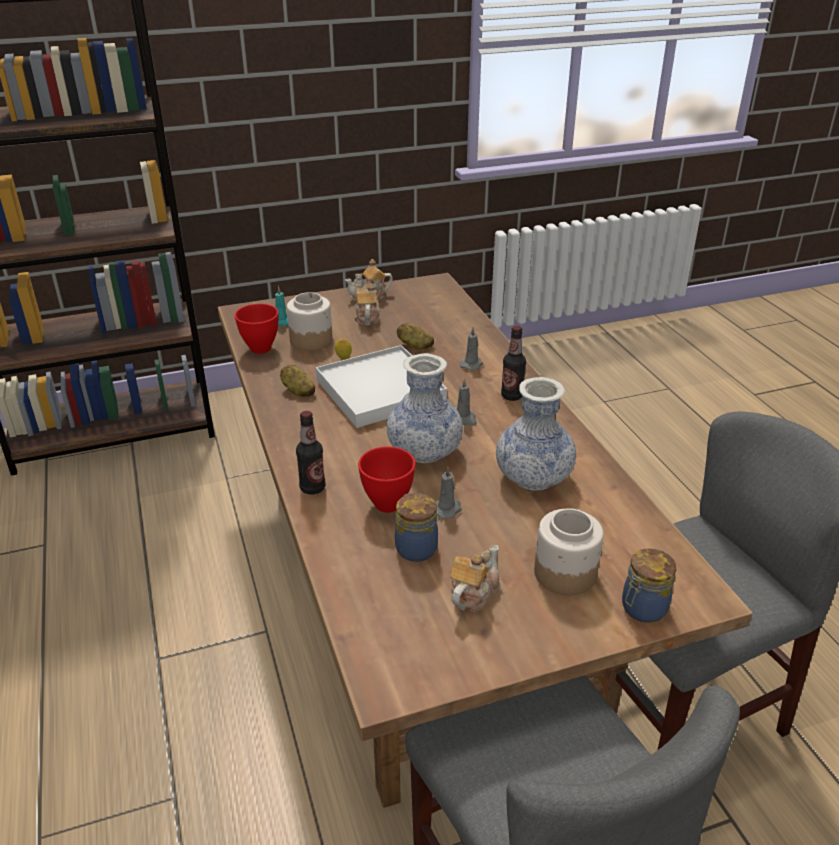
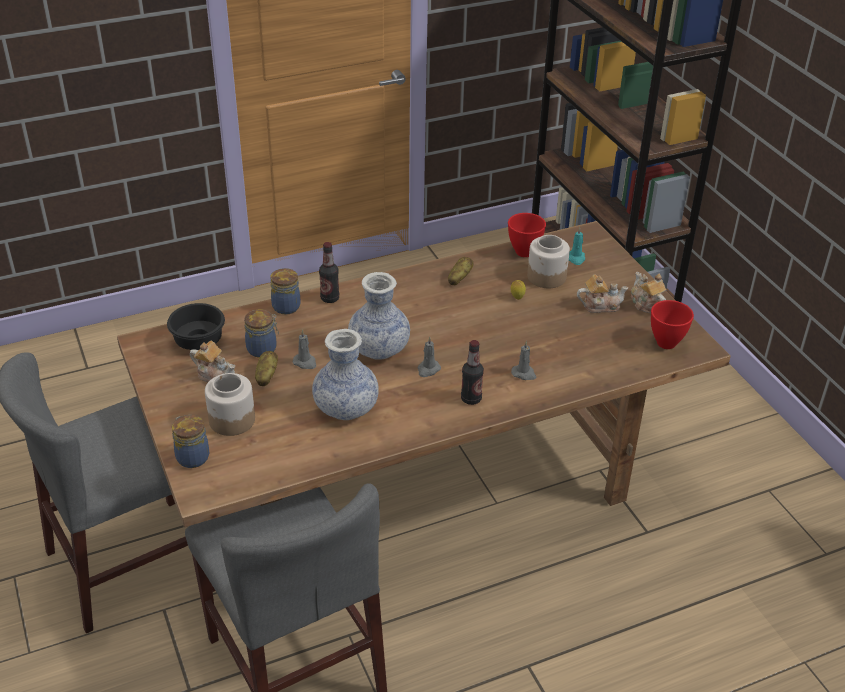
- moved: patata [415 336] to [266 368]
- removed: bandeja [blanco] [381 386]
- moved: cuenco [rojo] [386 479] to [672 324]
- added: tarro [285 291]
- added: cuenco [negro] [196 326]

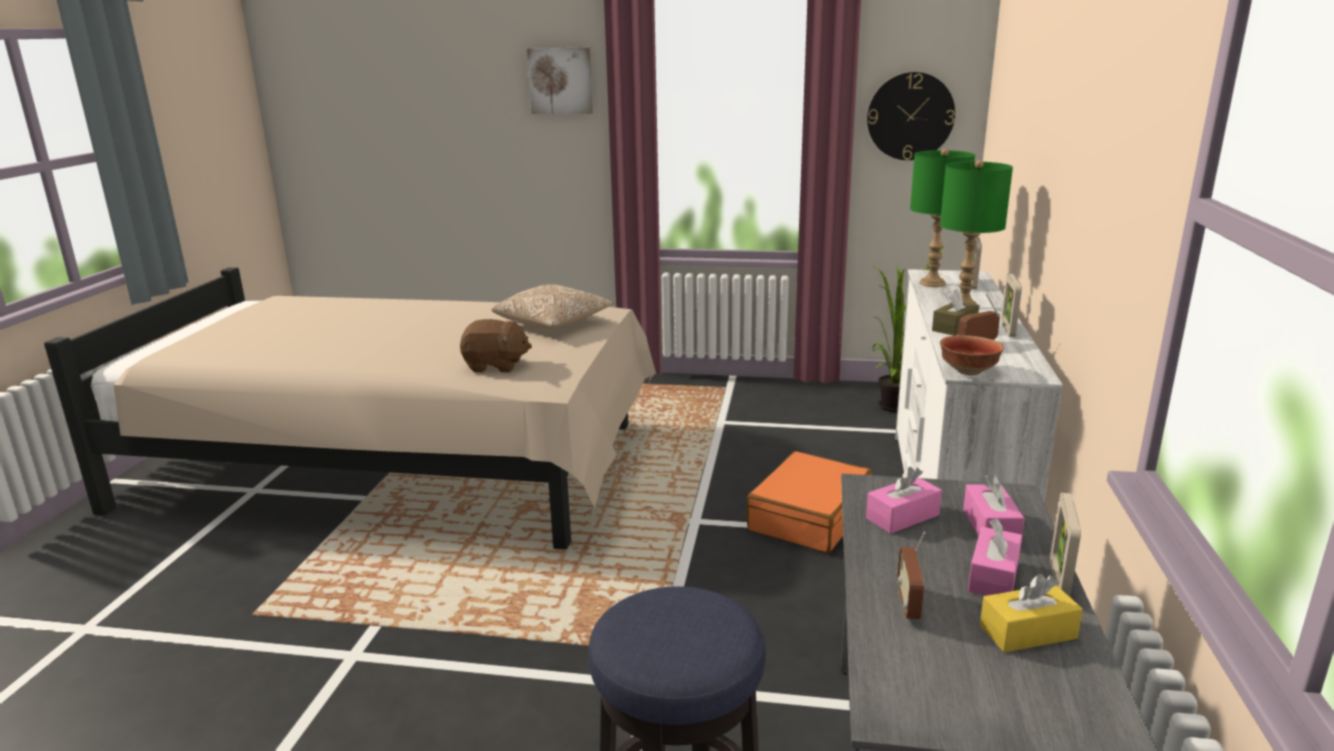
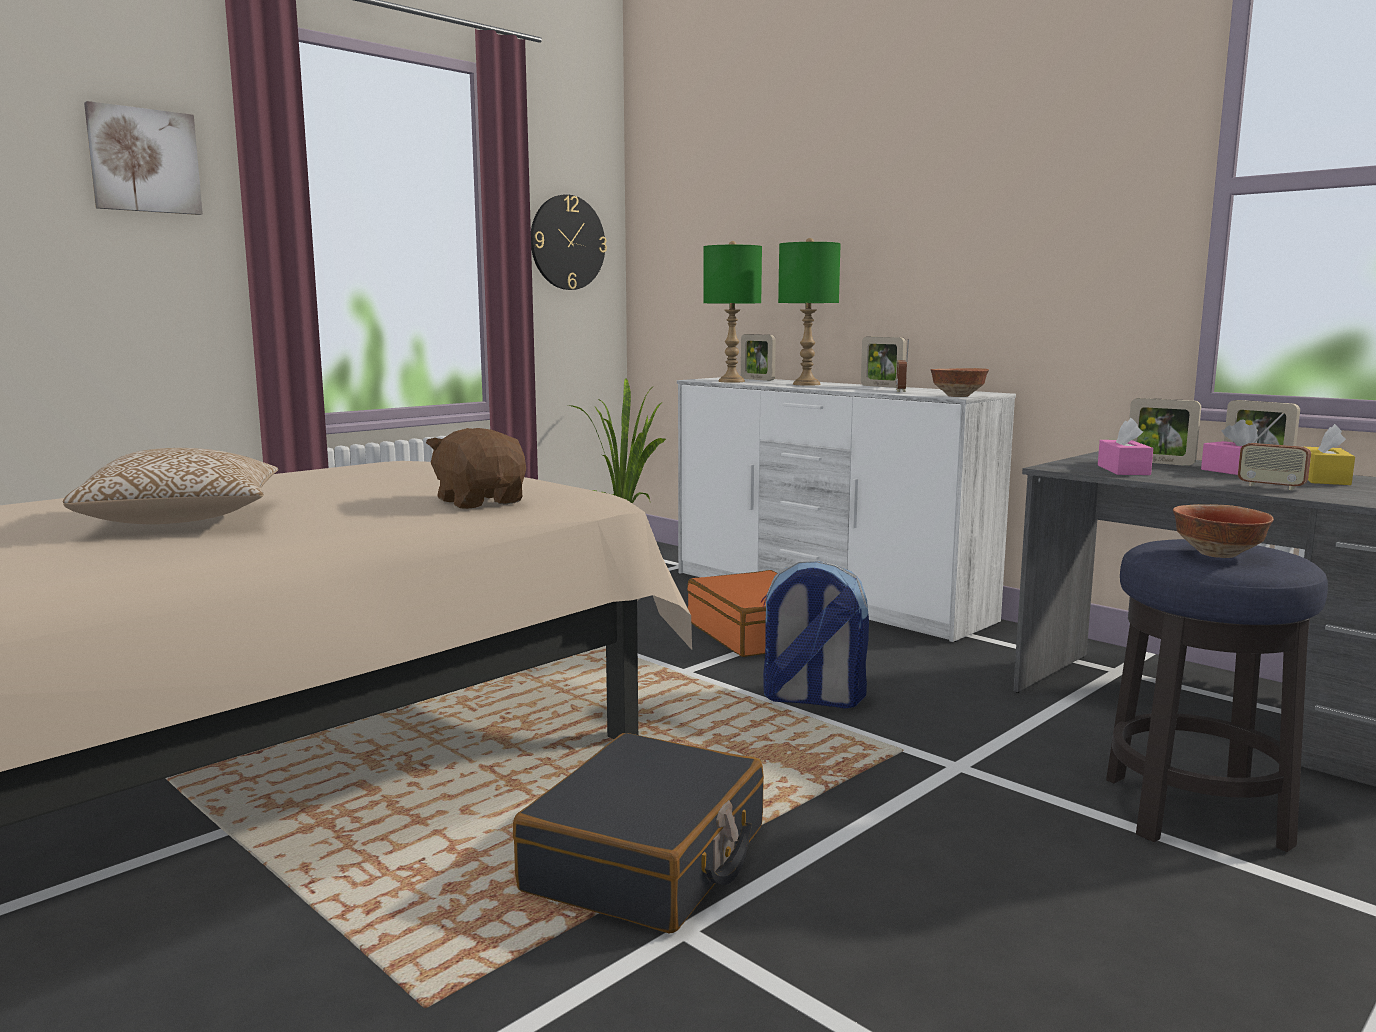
- moved: cojín [552 306] to [170 486]
- removed: caja de pañuelos [marrón] [955 312]
- turned: peluche [marrón] [496 346] = [476 468] 75 degrees counterclockwise
- replaced: caja de pañuelos [rosa] [994 505] to portarretratos [1165 432]
- added: cuenco [1223 531]
- added: mochila [815 635]
- added: maleta [negro] [638 833]

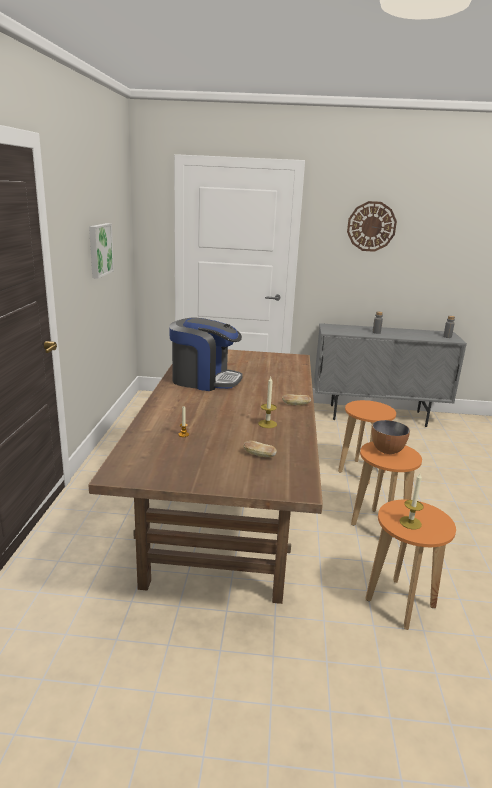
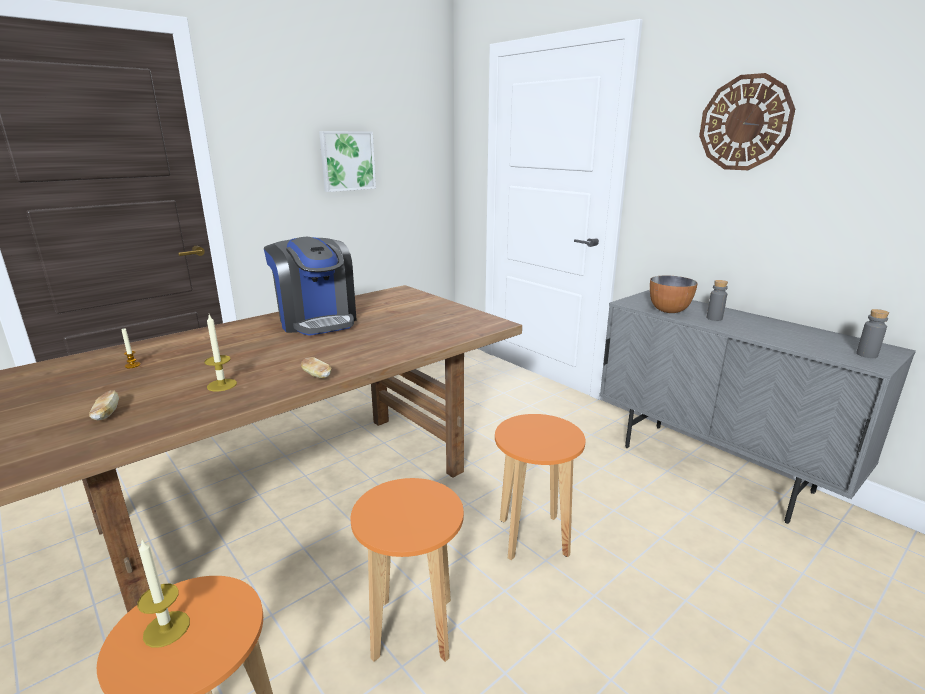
- moved: cuenco [391 437] to [674 294]

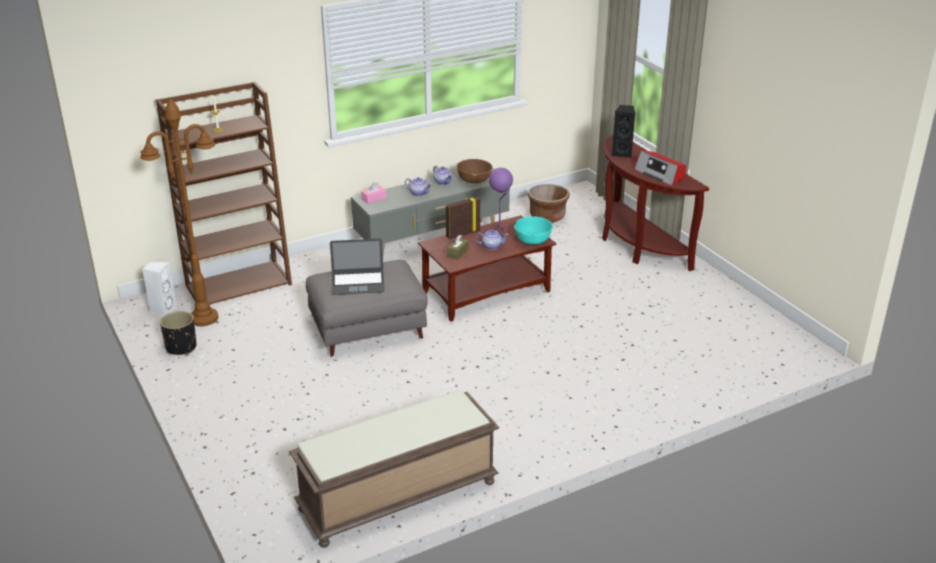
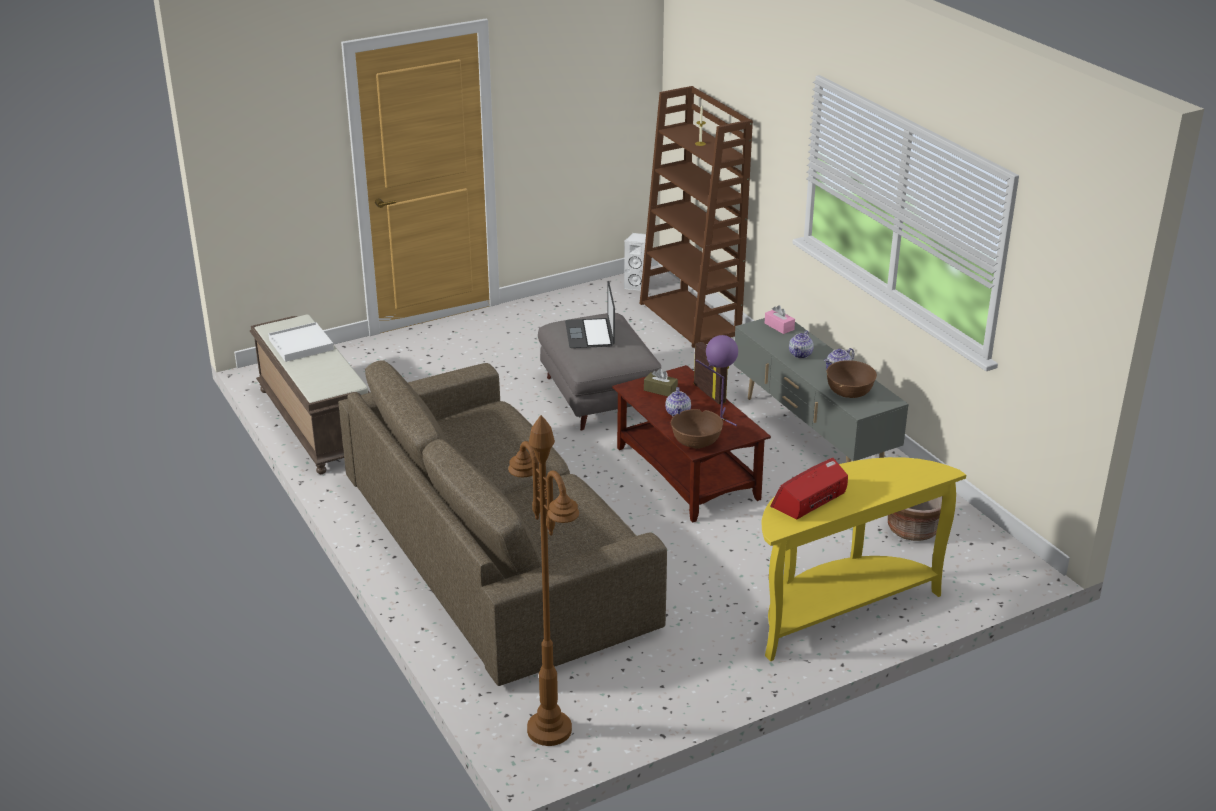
- moved: lámpara de pie [marrón] [179 212] to [543 580]
- removed: altavoz [negro] [624 131]
- recoloured: mesa consola [marrón] [655 203] to mesa consola [amarillo] [863 559]
- recoloured: cuenco [turquesa] [533 230] to cuenco [marrón] [697 429]
- removed: maceta [negro] [178 333]
- added: bandeja [blanco] [301 342]
- added: sofá [marrón] [502 523]

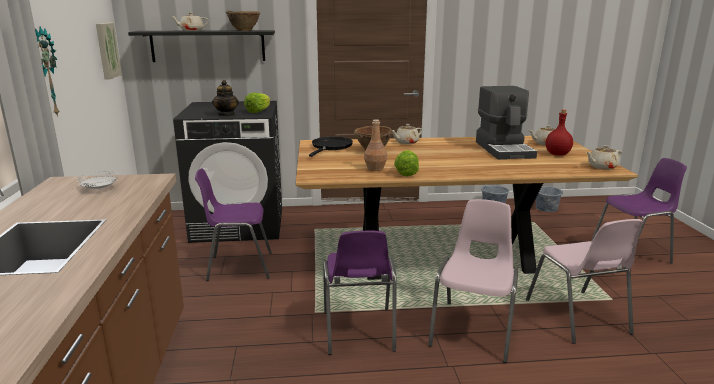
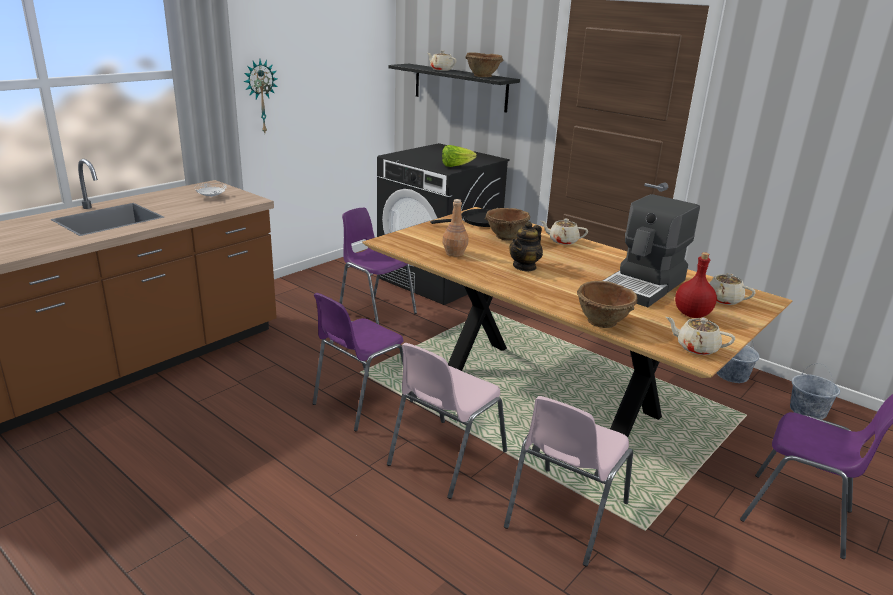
- removed: cuadro [109 51]
- moved: tetera [225 98] to [526 246]
- removed: lechuga [406 163]
- turned: silla [rosa] [473 281] = [447 421] 150 degrees clockwise
- added: cuenco [marrón] [607 304]

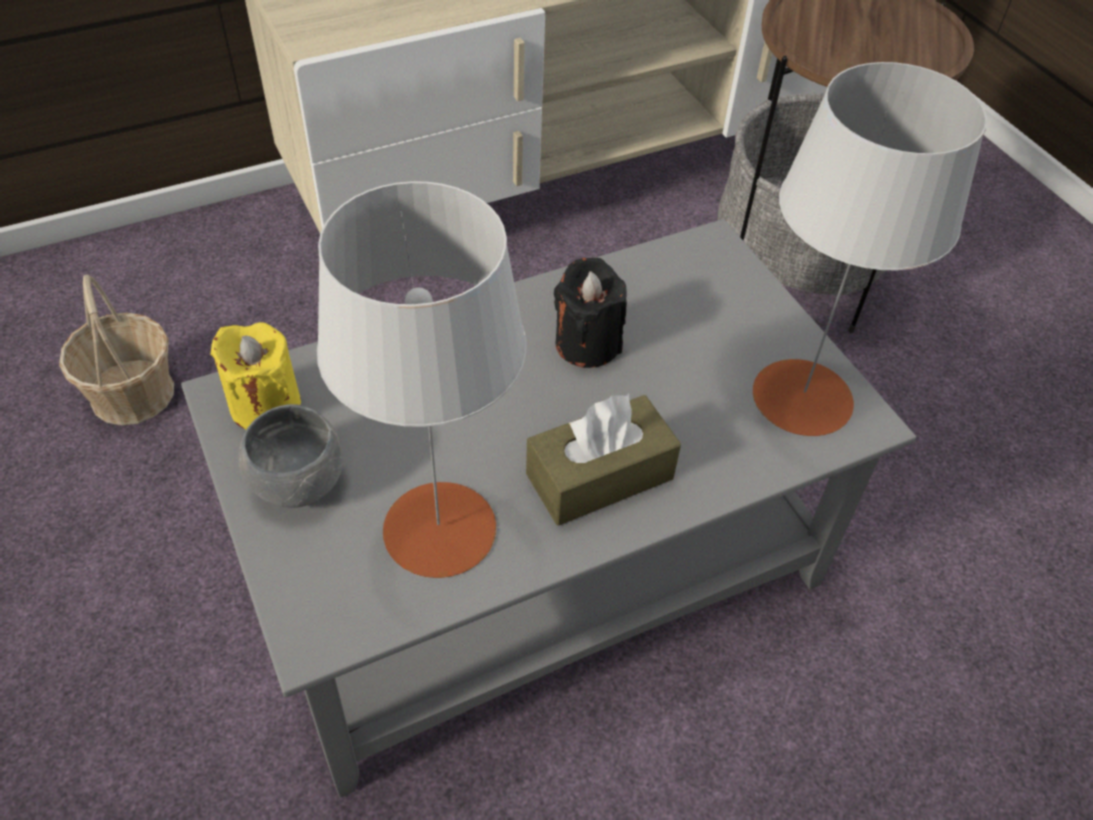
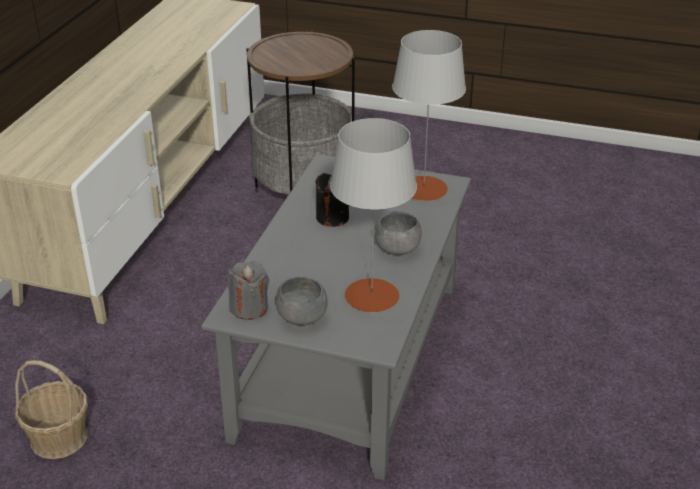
- recoloured: vela [amarillo] [255 376] to vela [gris] [248 290]
- replaced: caja de pañuelos [marrón] [603 459] to cuenco [gris] [398 233]

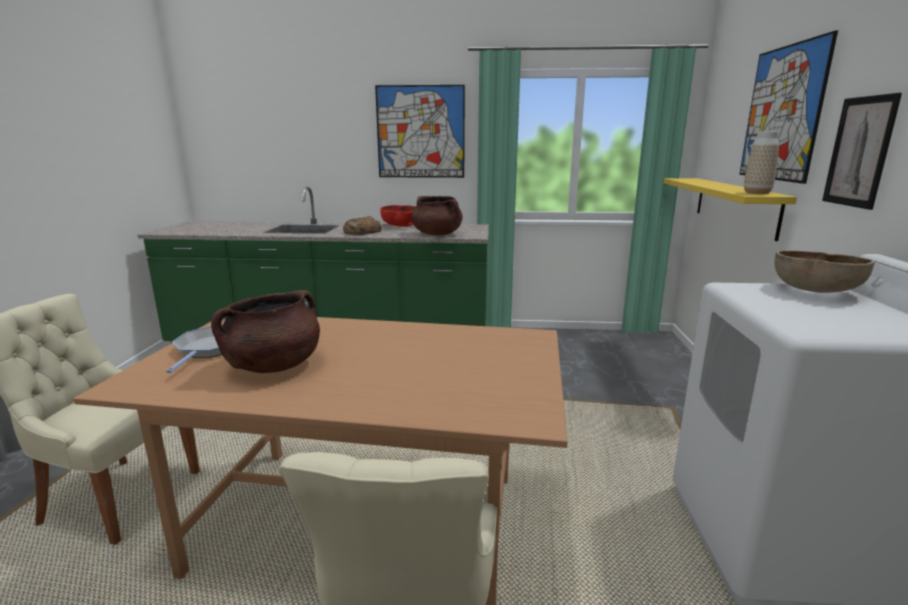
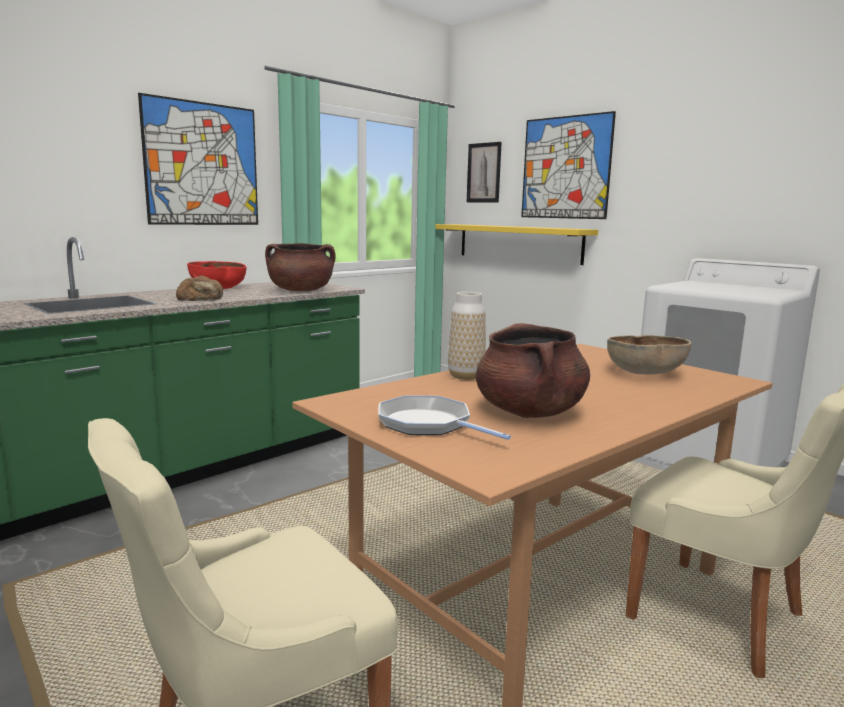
- moved: cuadro [862 151] to [484 172]
- moved: florero [761 162] to [467 336]
- moved: cuenco [marrón] [824 271] to [649 355]

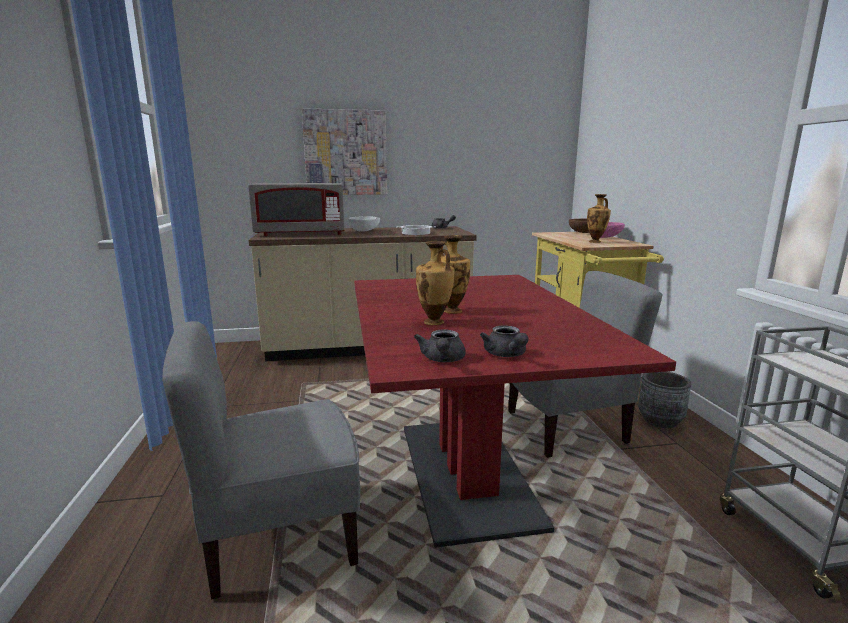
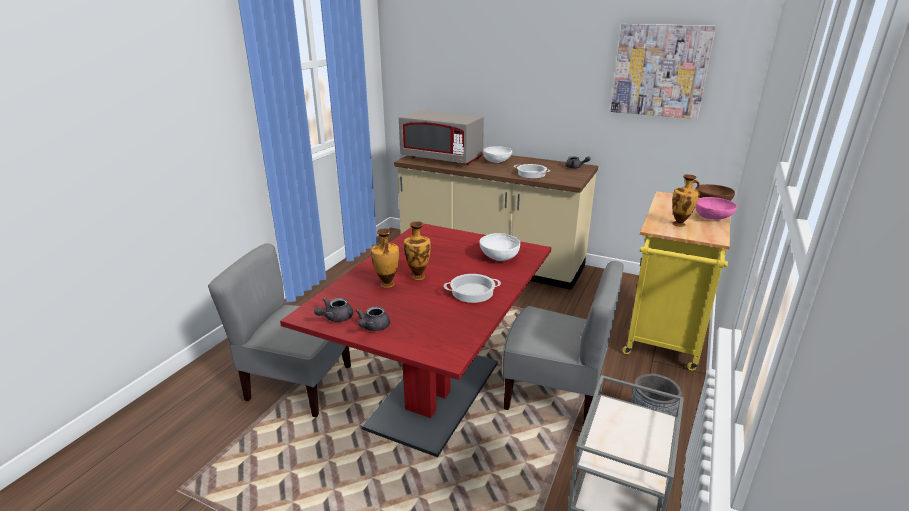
- moved: cuadro [344 151] to [663 71]
- added: cuenco [blanco] [499 247]
- added: olla [472 288]

